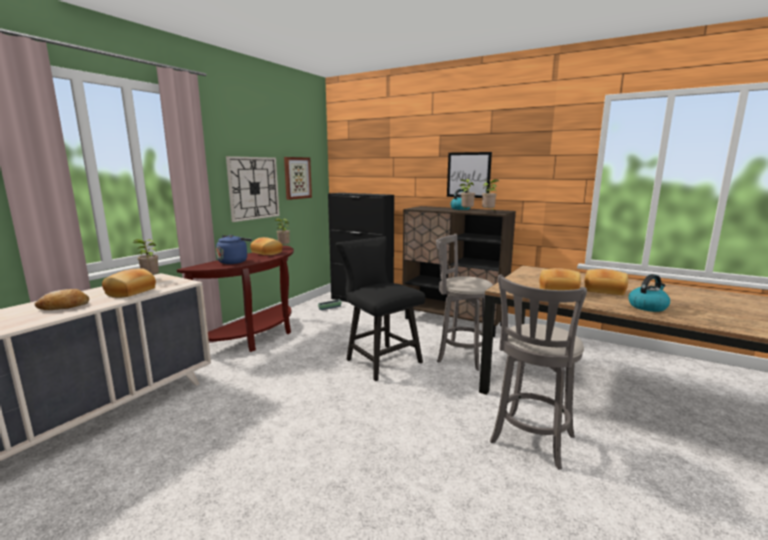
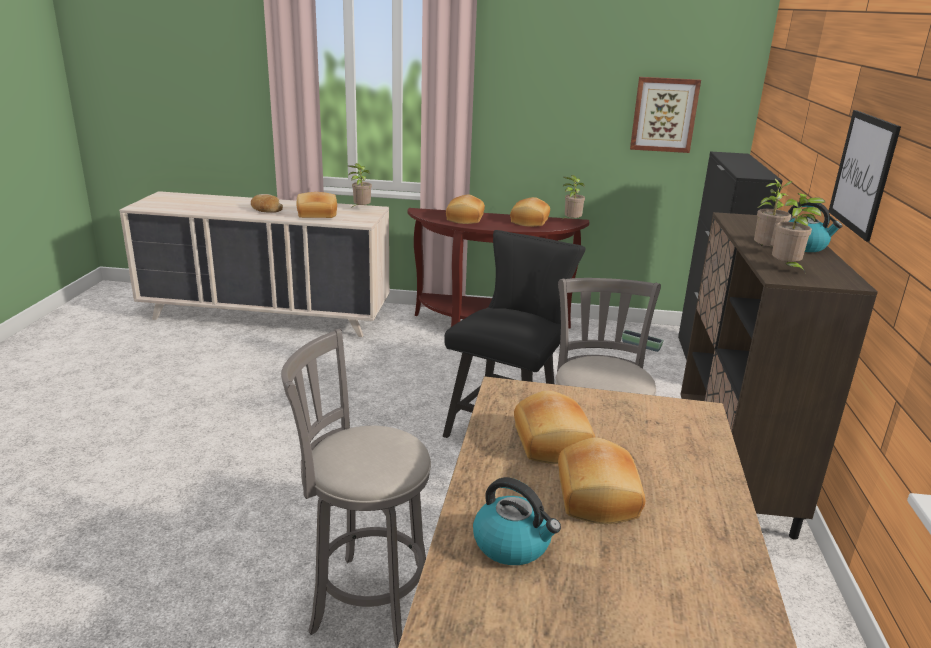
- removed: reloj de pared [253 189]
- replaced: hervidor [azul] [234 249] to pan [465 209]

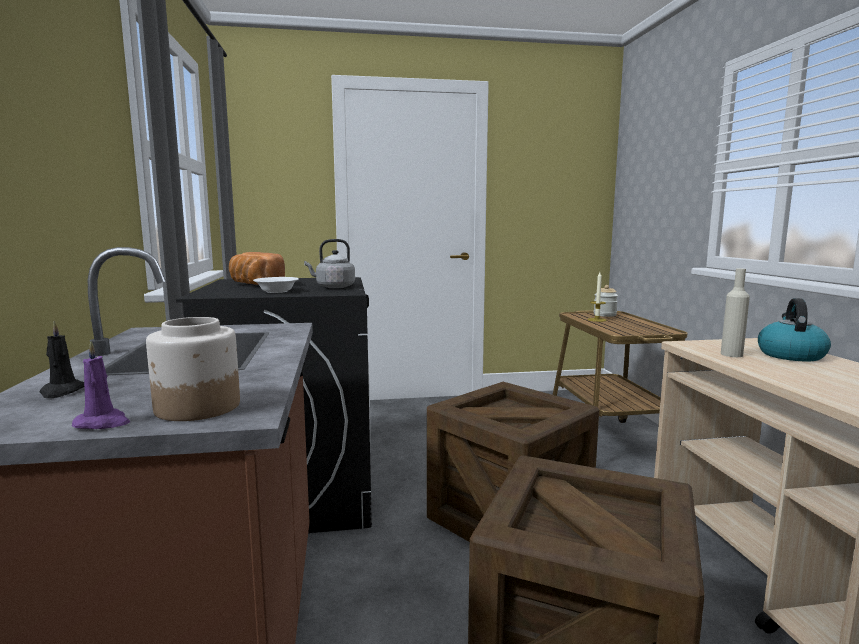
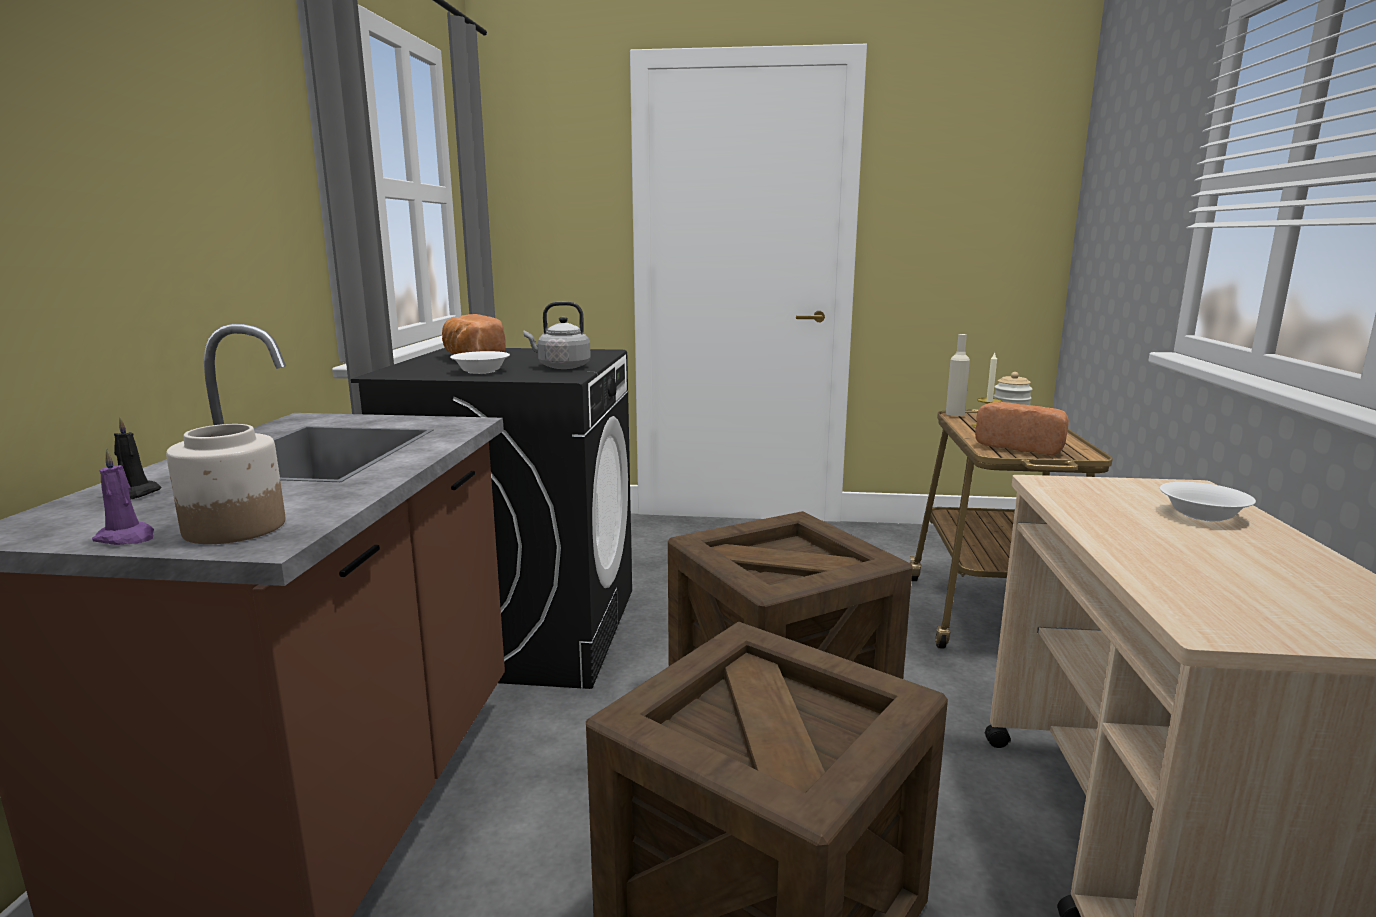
- moved: botella [beis] [735 312] to [958 375]
- replaced: hervidor [794 329] to cuenco [blanco] [1208 502]
- added: pan [1022 428]

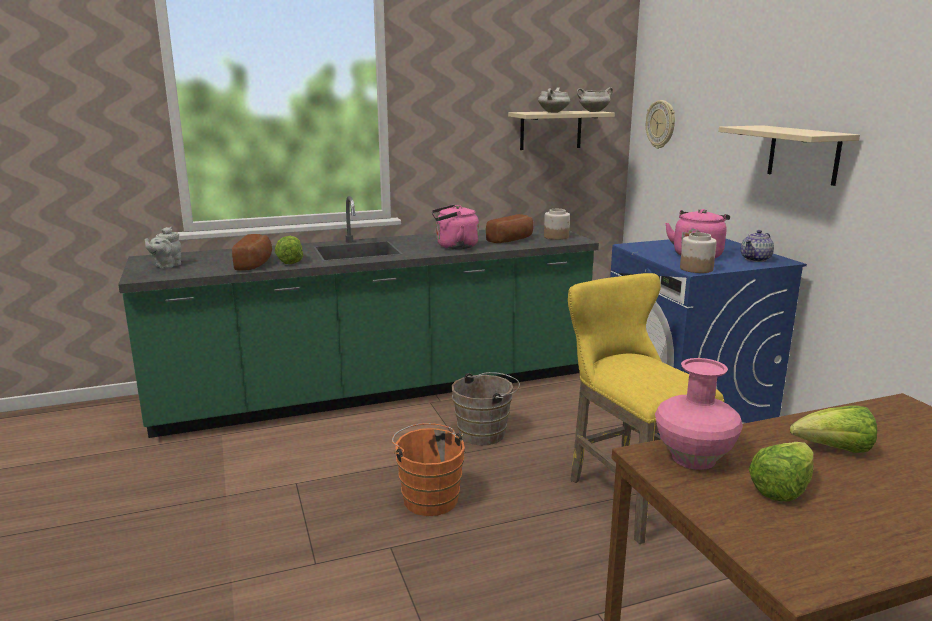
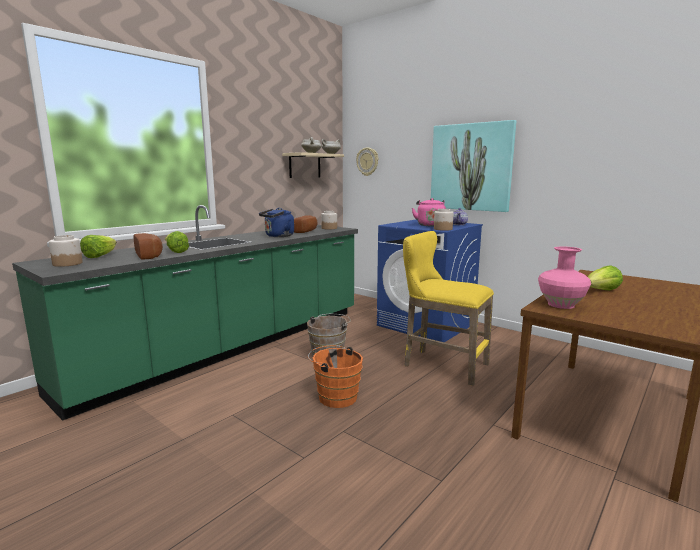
- replaced: estante [beis] [789 155] to cuadro [473 166]
- recoloured: hervidor [rosa] [455 226] to hervidor [azul] [276 222]
- replaced: tetera [gris] [162 248] to tarro [66 251]
- moved: lechuga [781 471] to [98 246]

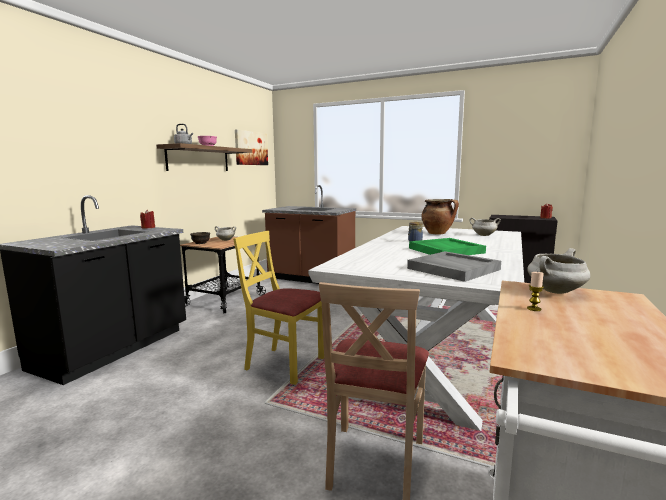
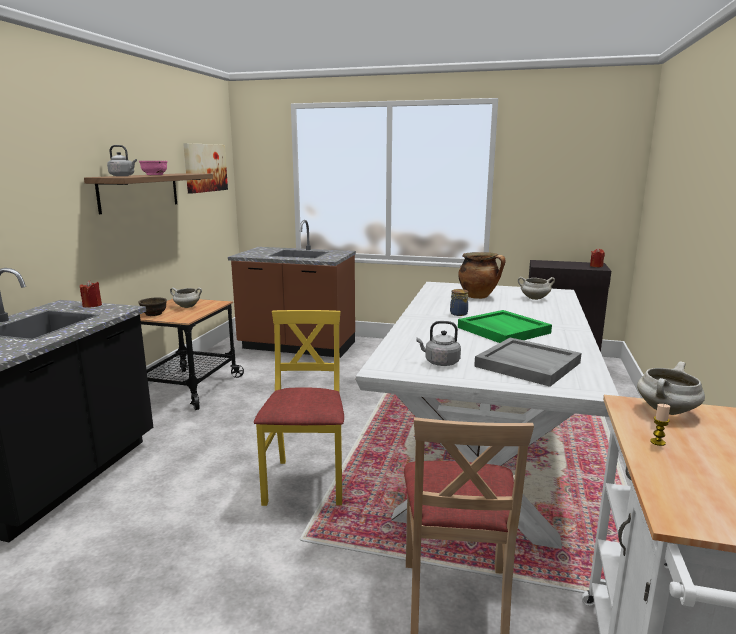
- turned: silla [amarillo] [278 308] = [299 408] 75 degrees clockwise
- added: hervidor [gris] [438 343]

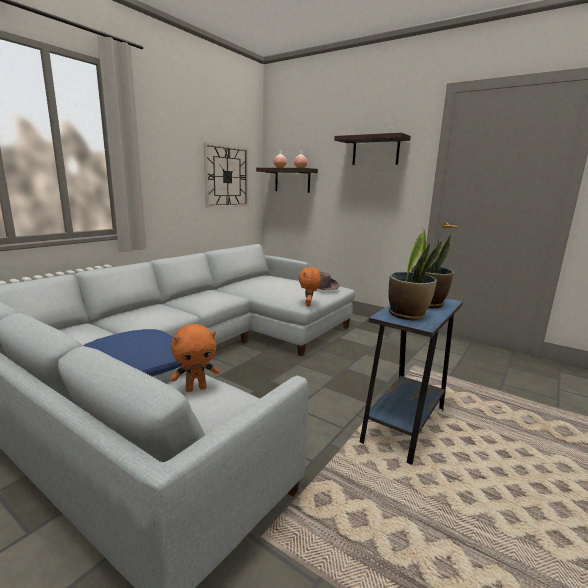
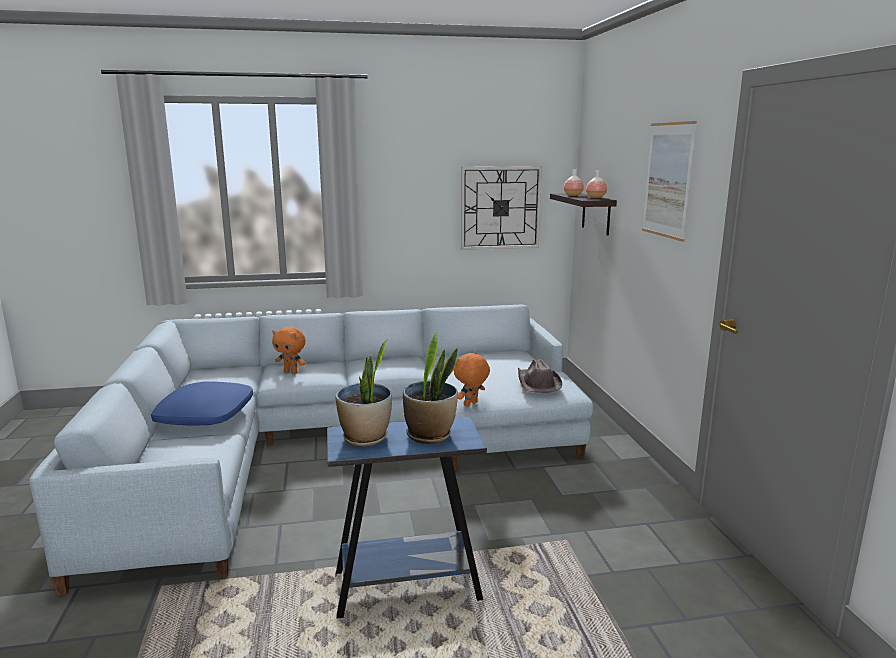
- replaced: estante [372 149] to cuadro [669 181]
- moved: peluche [naranja] [195 358] to [288 350]

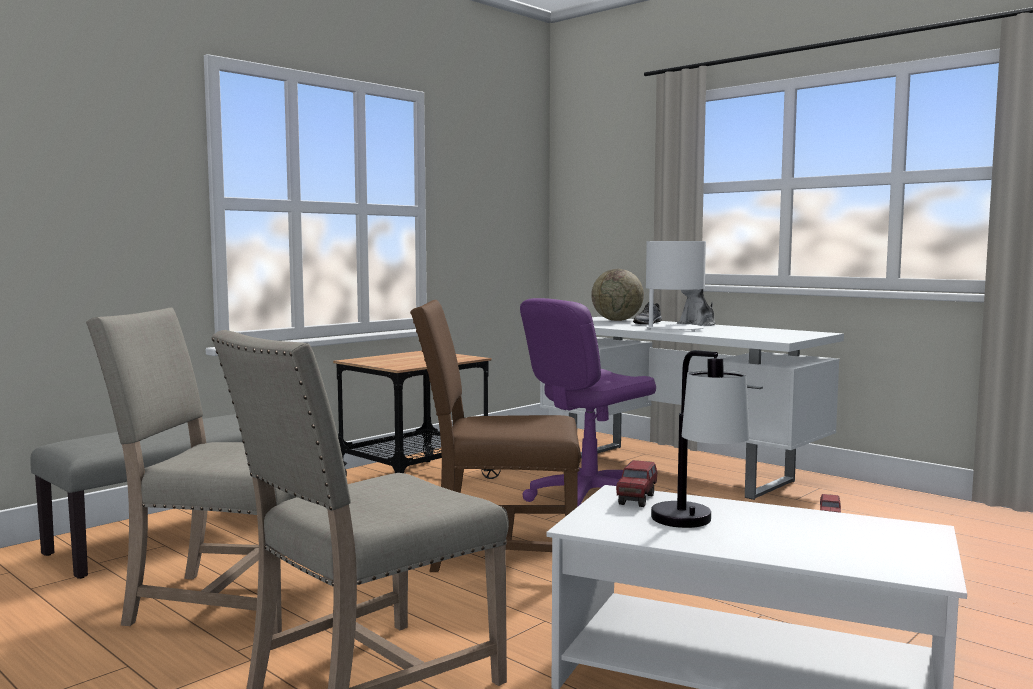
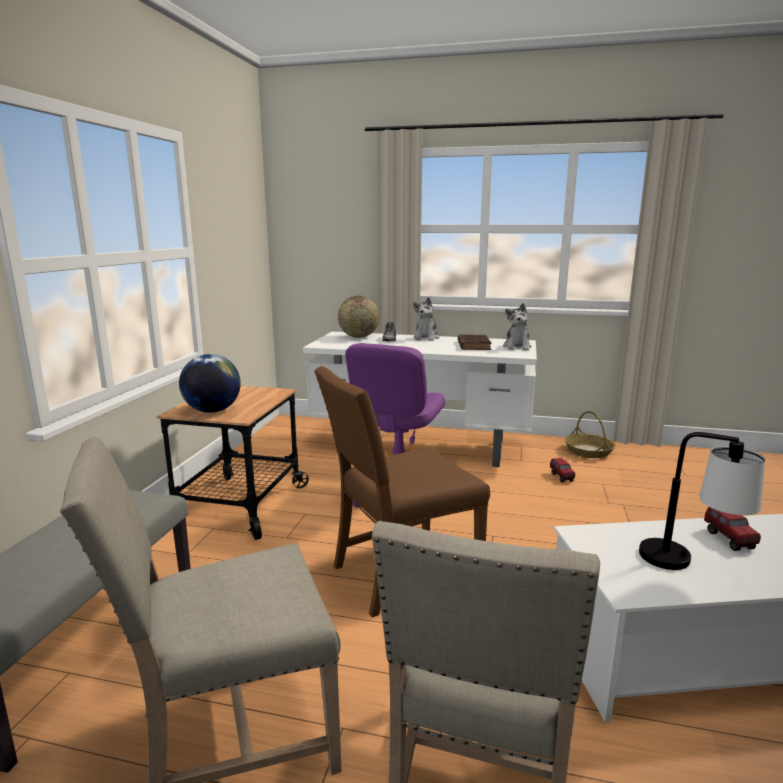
- removed: lámpara de mesa [blanco] [672 286]
- moved: camión de juguete [637 483] to [732 529]
- added: peluche [517 326]
- added: libro [marrón] [474 342]
- added: globo terráqueo [210 383]
- added: cesta [590 434]

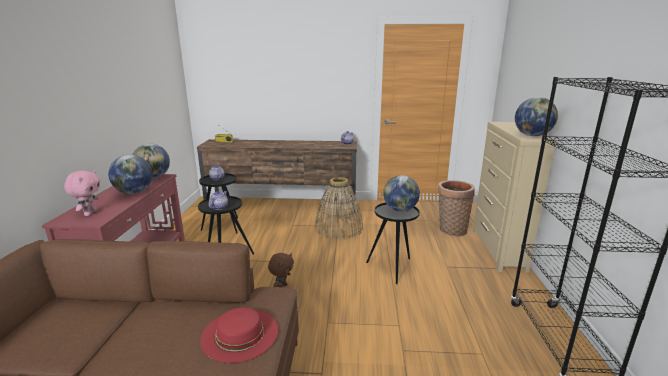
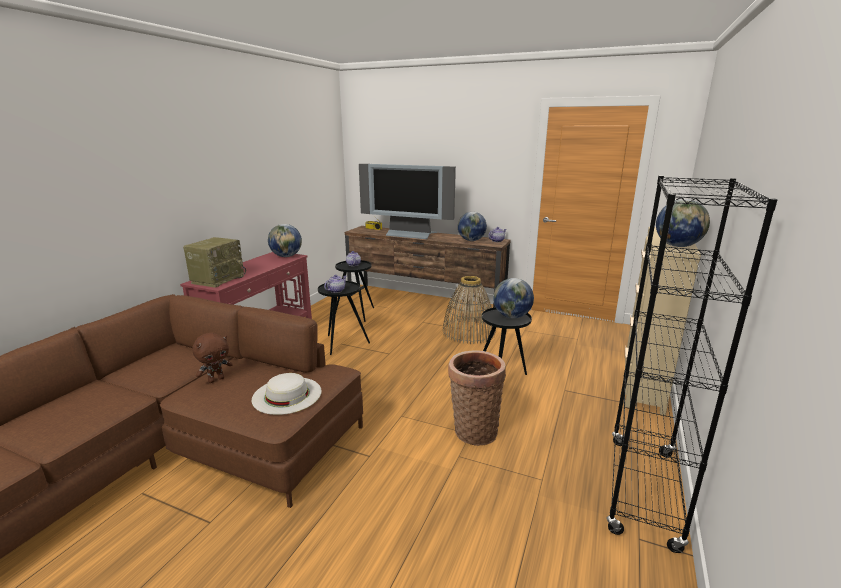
- moved: globo terráqueo [130 174] to [472 226]
- replaced: peluche [rosa] [82 193] to radio [214 262]
- moved: cesta [456 208] to [477 398]
- moved: peluche [marrón] [281 270] to [212 358]
- recoloured: sombrero [rojo] [239 335] to sombrero [blanco] [287 394]
- added: televisor [407 201]

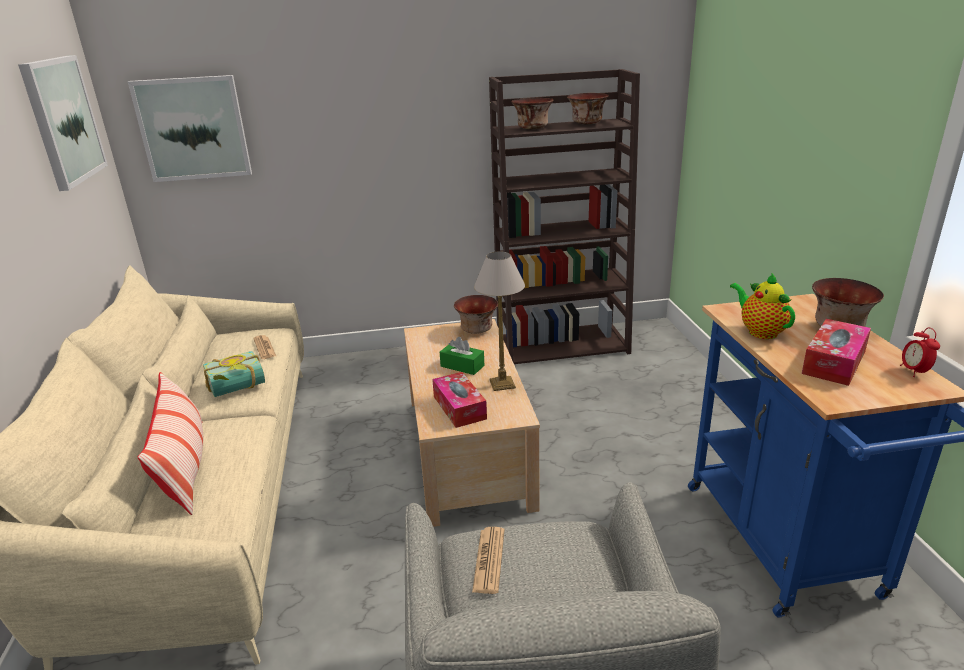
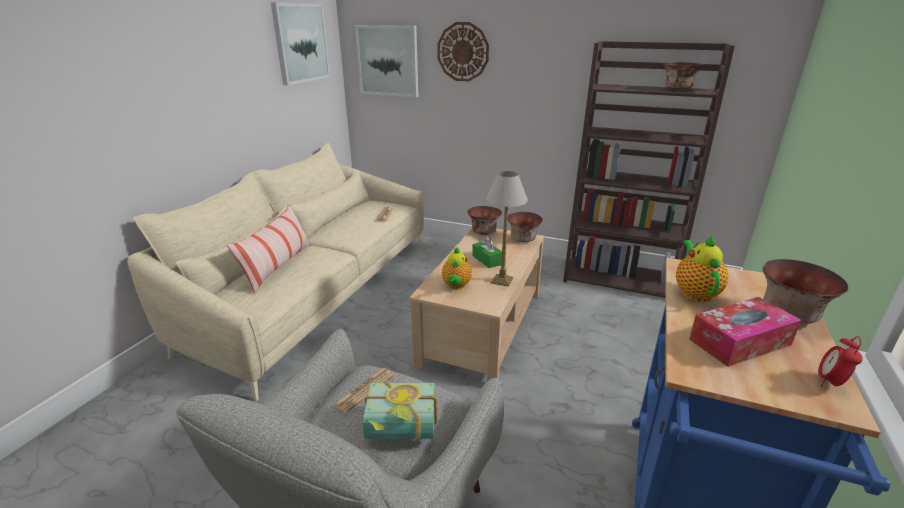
- moved: cuenco [532 113] to [484 220]
- moved: libro [234 374] to [400 411]
- replaced: caja de pañuelos [459 400] to tetera [457 268]
- added: reloj de pared [463 51]

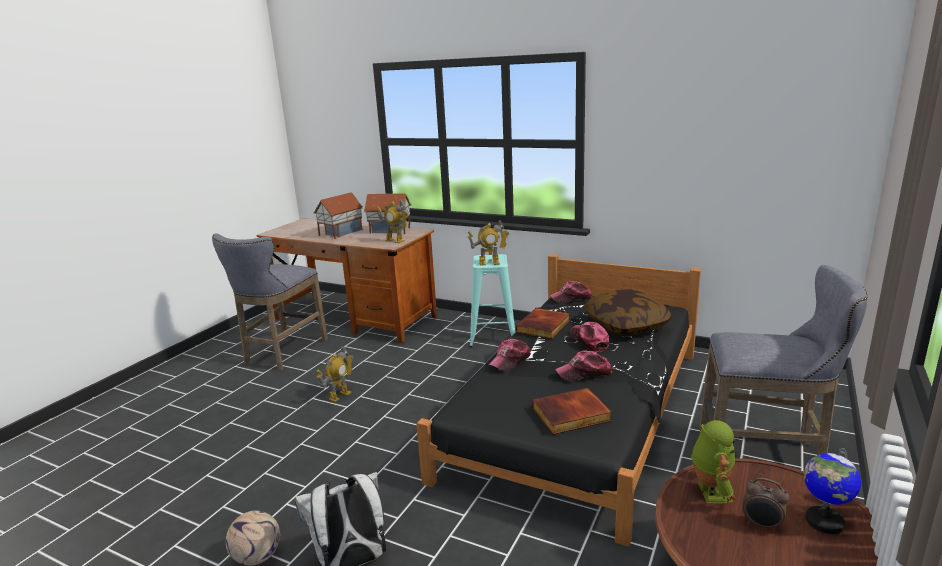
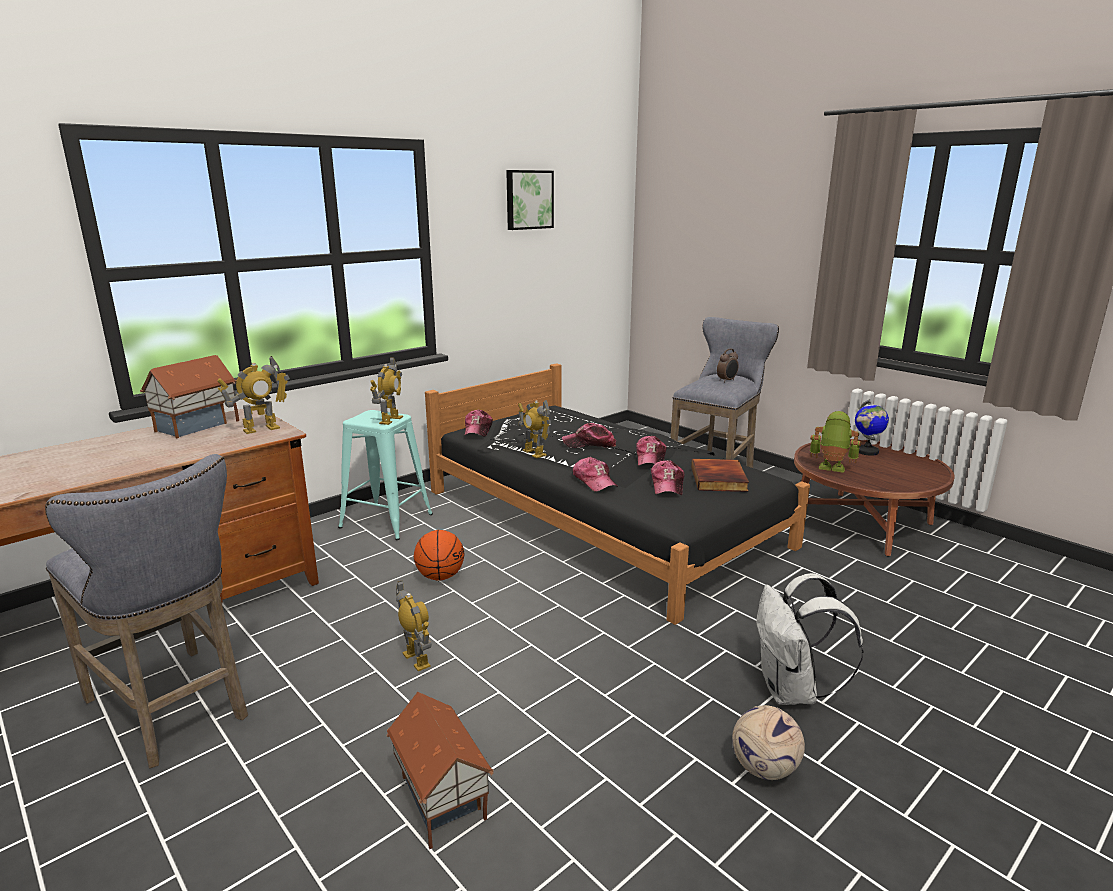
- moved: casita [338 215] to [440 770]
- removed: cojín [628 312]
- replaced: libro [543 323] to robot de juguete [534 429]
- moved: despertador [765 505] to [728 366]
- added: cuadro [530 200]
- added: gorra [667 477]
- added: balón de baloncesto [439 555]

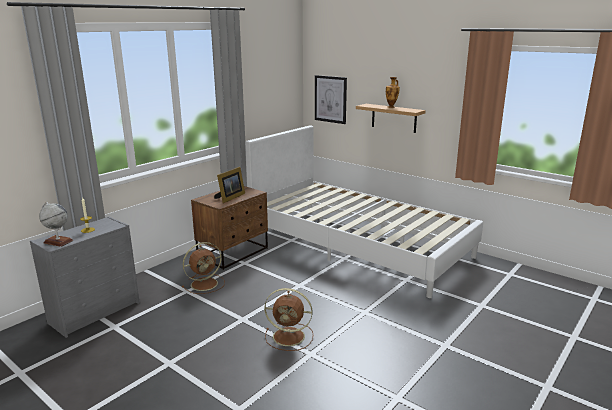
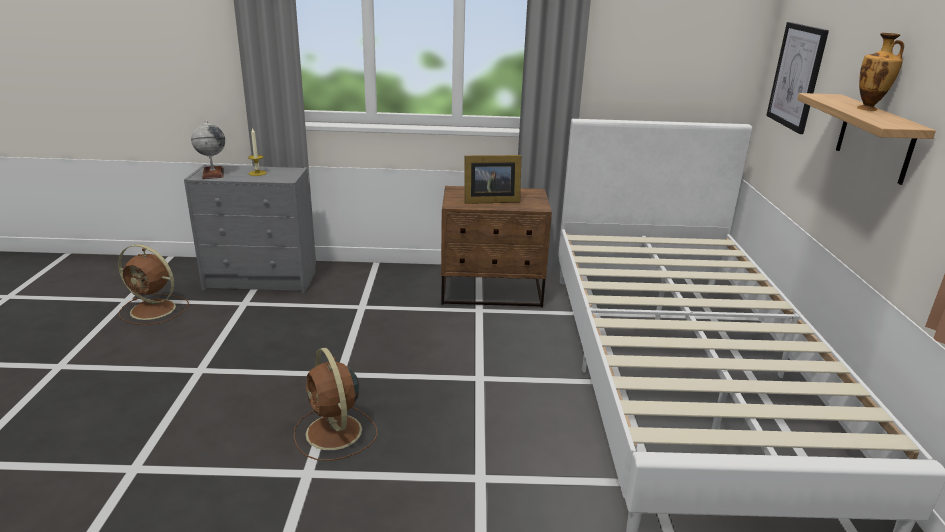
- moved: ventilador [marrón] [203 268] to [153 284]

